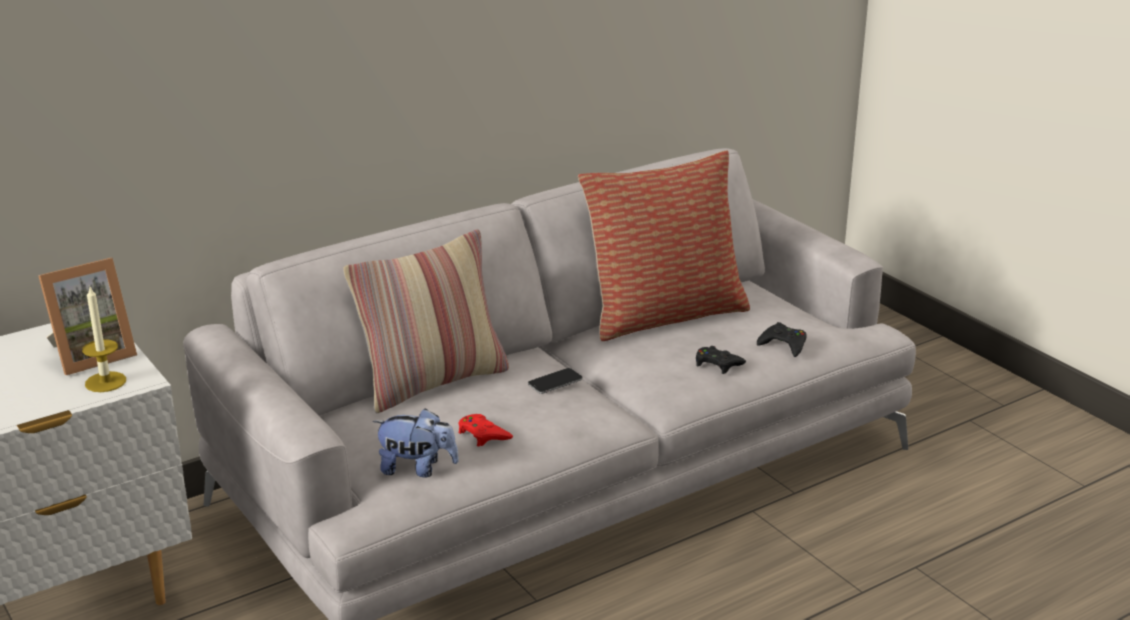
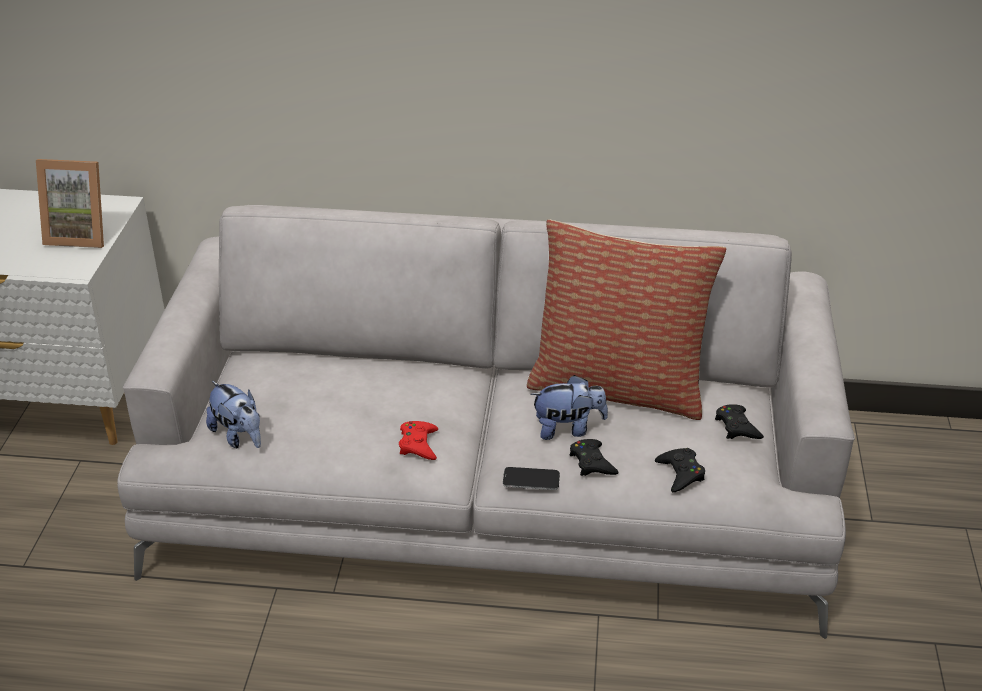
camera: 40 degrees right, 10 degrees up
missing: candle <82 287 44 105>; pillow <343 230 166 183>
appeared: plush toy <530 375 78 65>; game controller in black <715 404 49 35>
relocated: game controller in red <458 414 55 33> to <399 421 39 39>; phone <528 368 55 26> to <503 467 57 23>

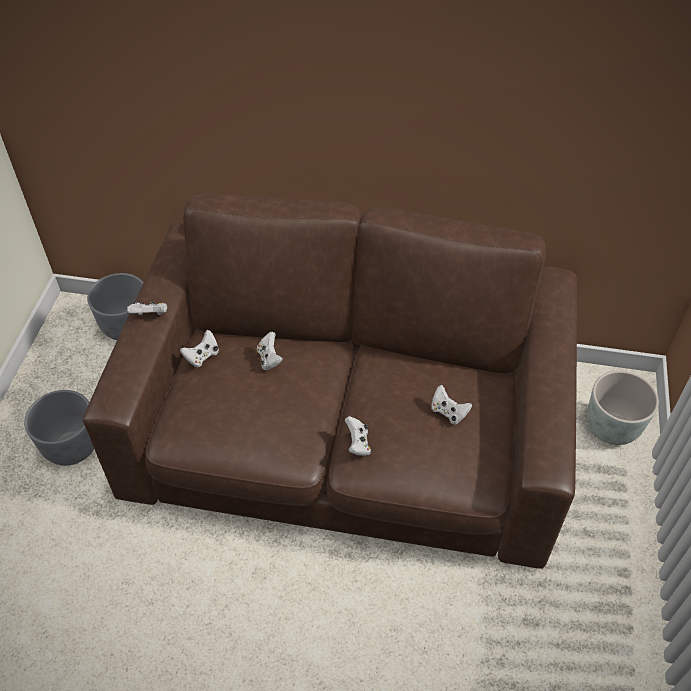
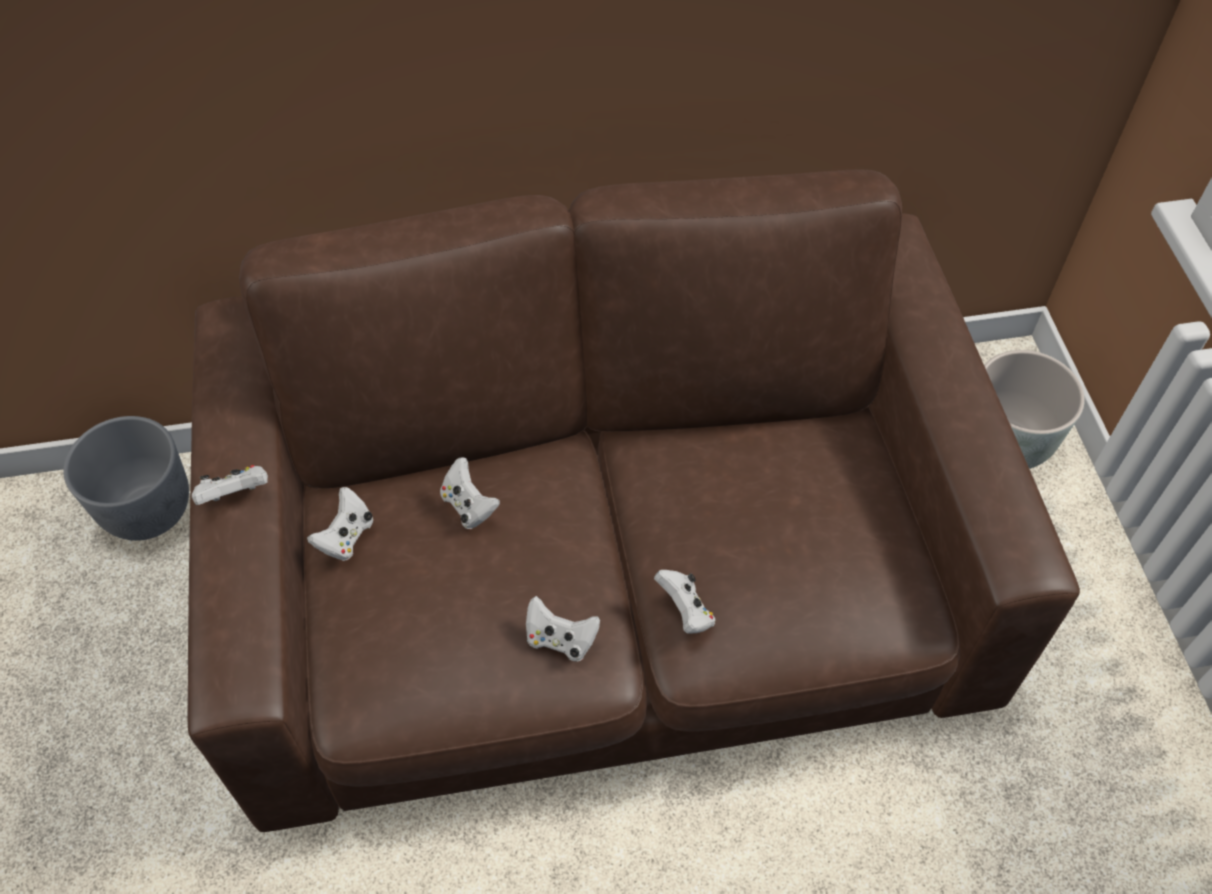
camera: 20 degrees left, 5 degrees up
missing: planter in grey <24 390 70 76>
relocated: game controller in white <431 385 41 39> to <526 596 74 66>

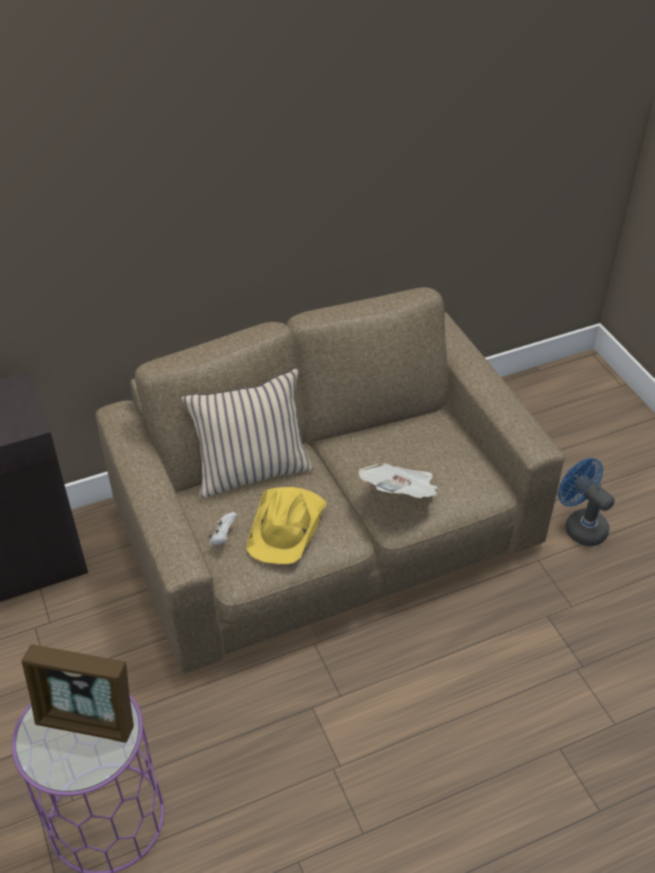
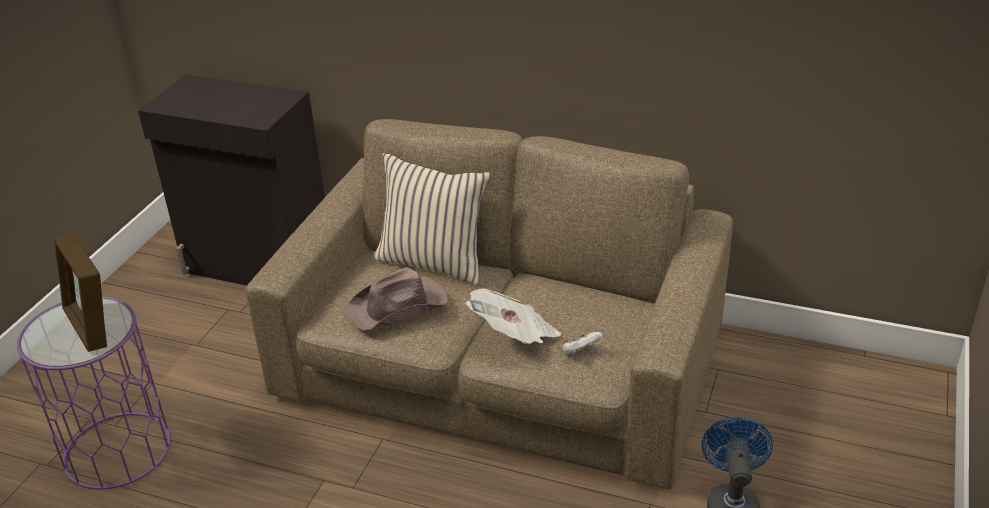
camera: 45 degrees right, 10 degrees down
relocated: game controller in white <209 512 29 33> to <563 332 40 23>
colour: hat in yellow <246 487 81 77> to hat in brown <346 267 102 64>

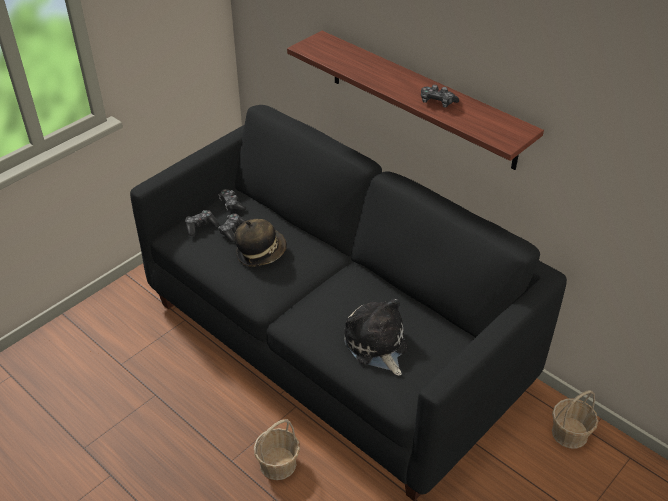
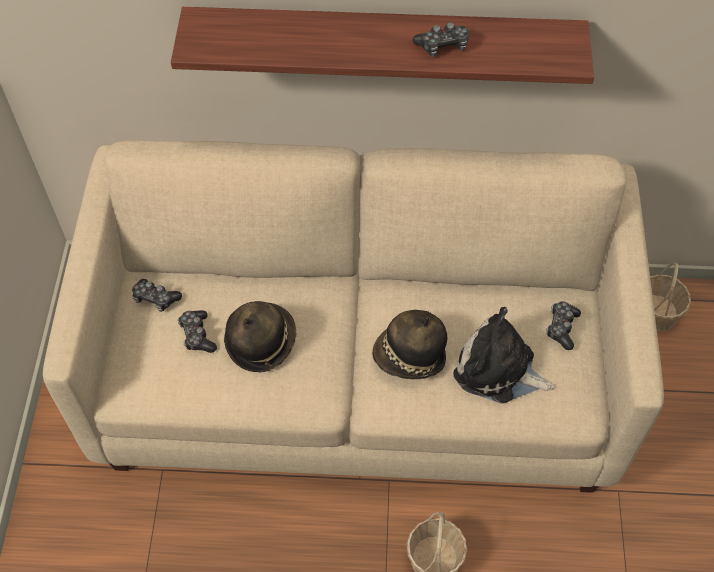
camera: 40 degrees left, 15 degrees up
appeared: hat <372 310 75 70>
relocated: game controller <185 210 34 26> to <546 301 35 49>
colour: sofa in black <130 105 437 396> to sofa in beige <43 140 621 353>

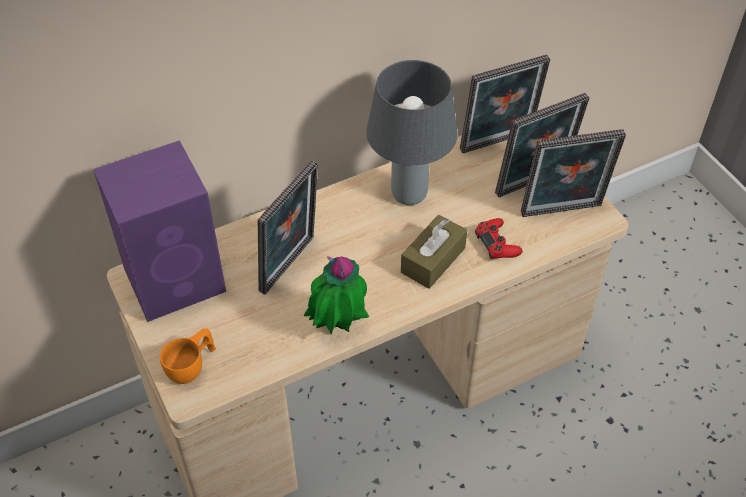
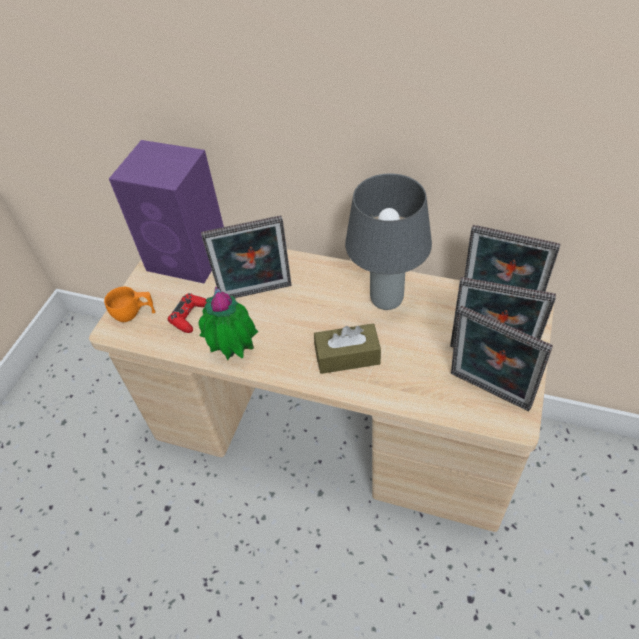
camera: 50 degrees right, 0 degrees up
relocated: game controller in red <475 218 48 42> to <168 293 39 40>

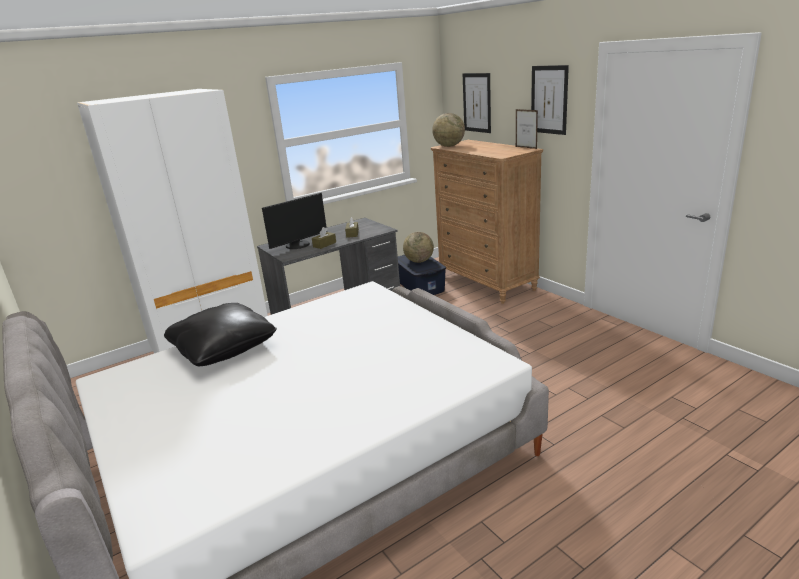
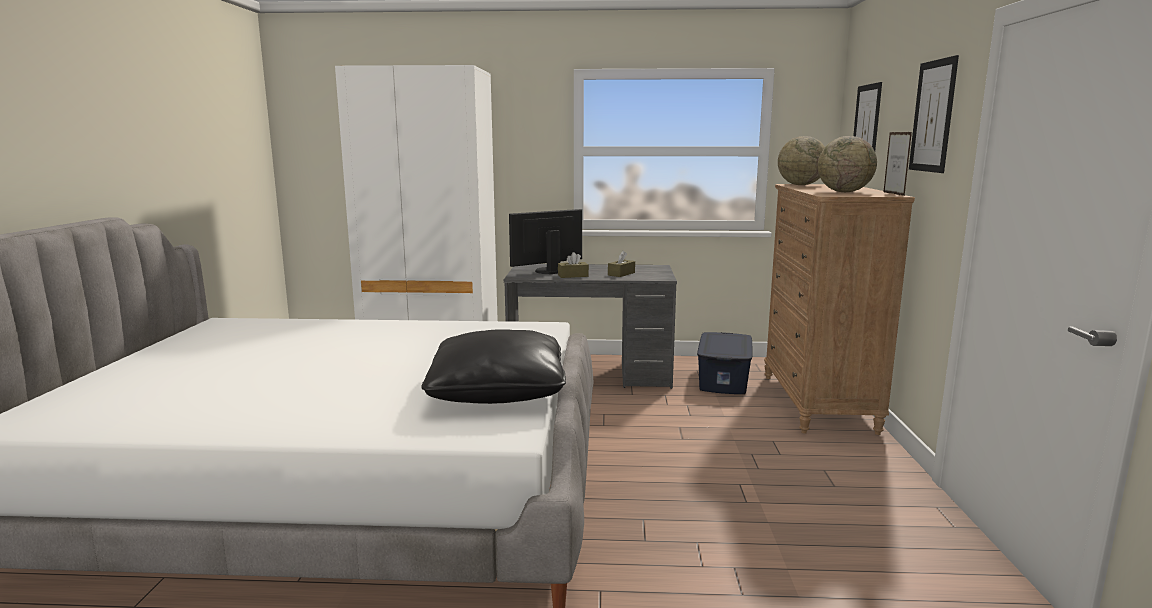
camera: 35 degrees right, 10 degrees down
relocated: pillow in black <164 303 113 63> to <421 329 145 75>; globe <403 232 31 31> to <818 136 59 56>
spun: monitor <262 193 65 56> = <509 209 73 65> 150 degrees clockwise

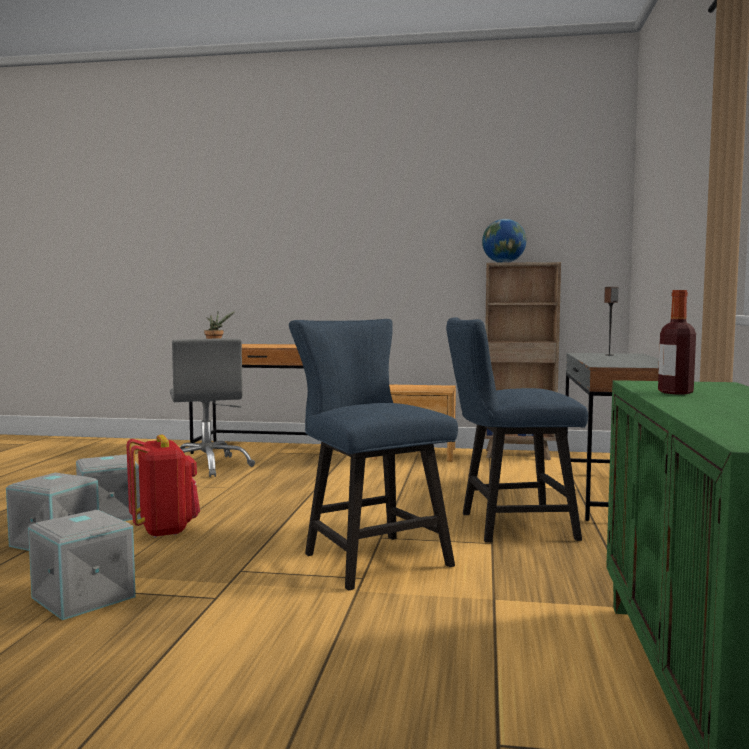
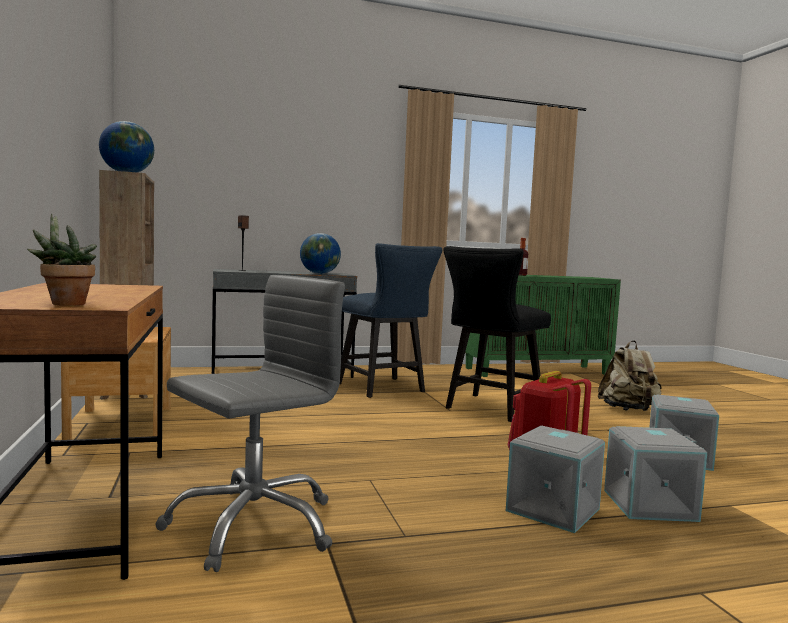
camera: 115 degrees left, 0 degrees up
appeared: globe <300 233 41 41>; backpack in beige <598 341 64 70>
colour: chair in blue <289 319 169 272> to chair in black <443 246 108 176>

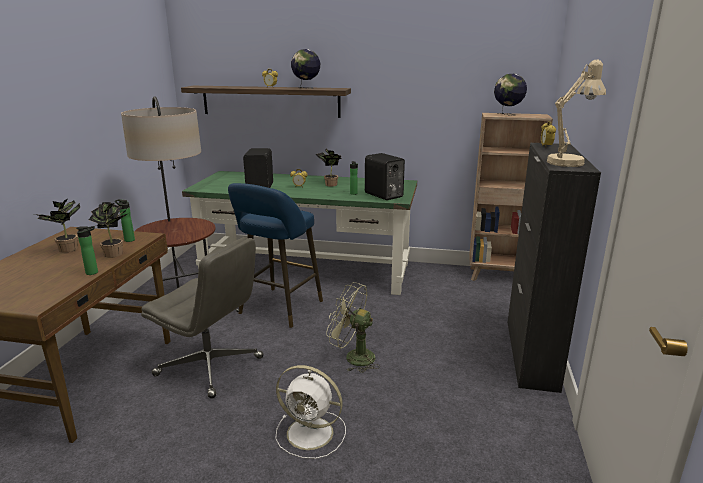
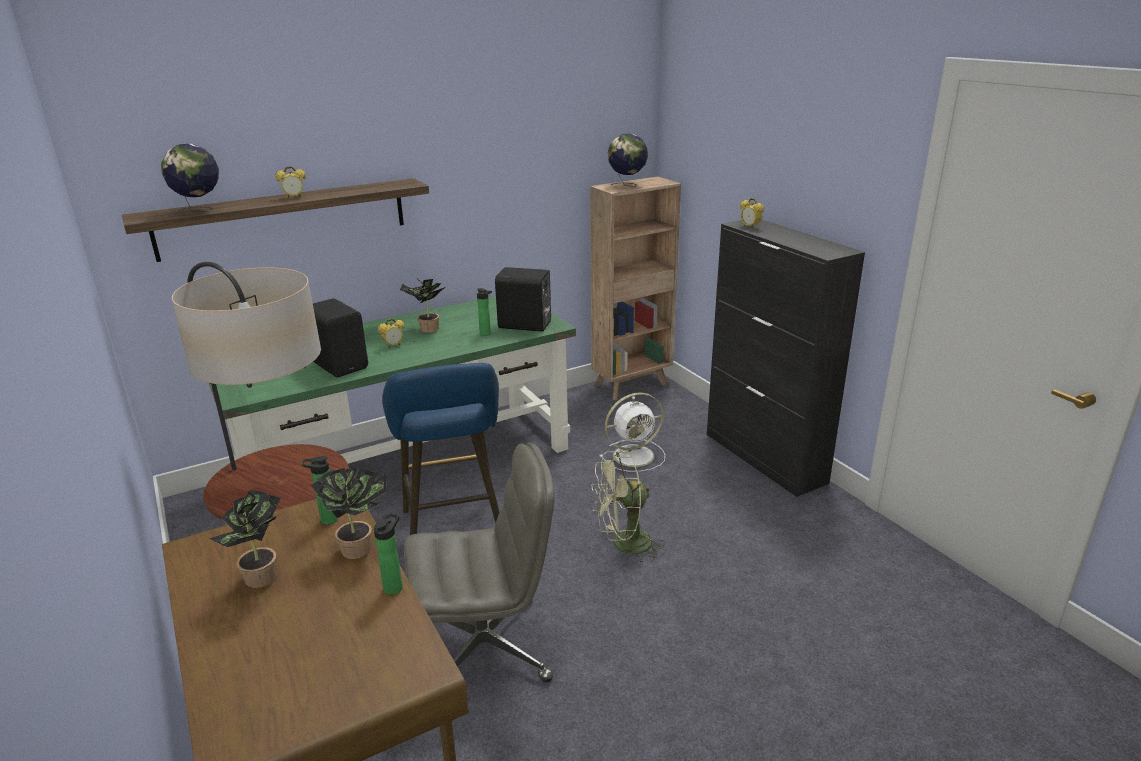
camera: 40 degrees left, 5 degrees up
missing: table lamp in beige <547 60 59 107>
relocated: fan in white <275 365 71 94> to <600 393 65 79>; globe <291 49 29 40> to <161 144 58 68>

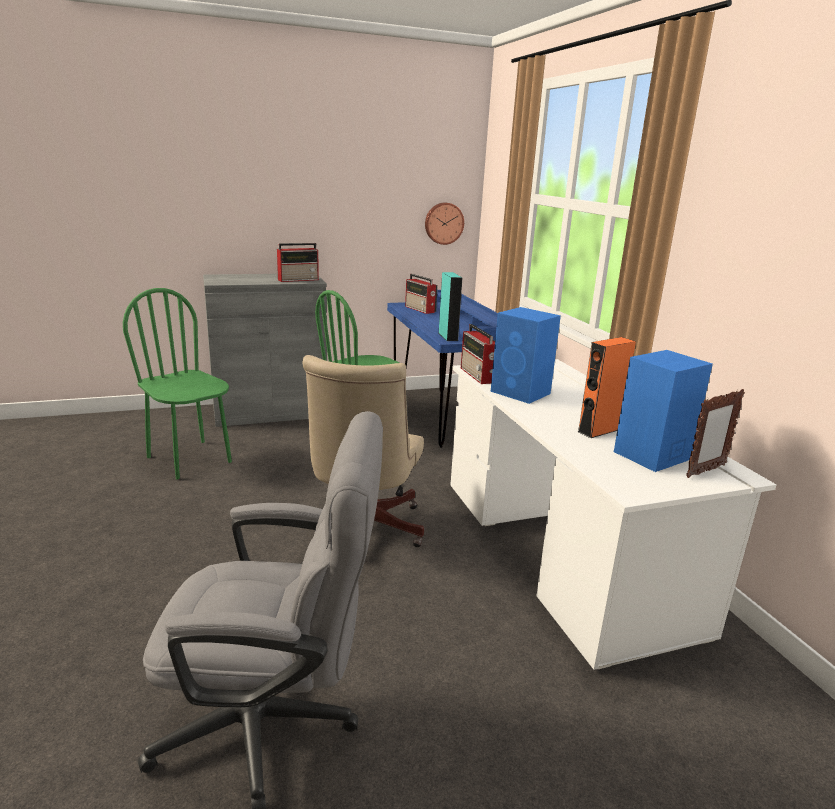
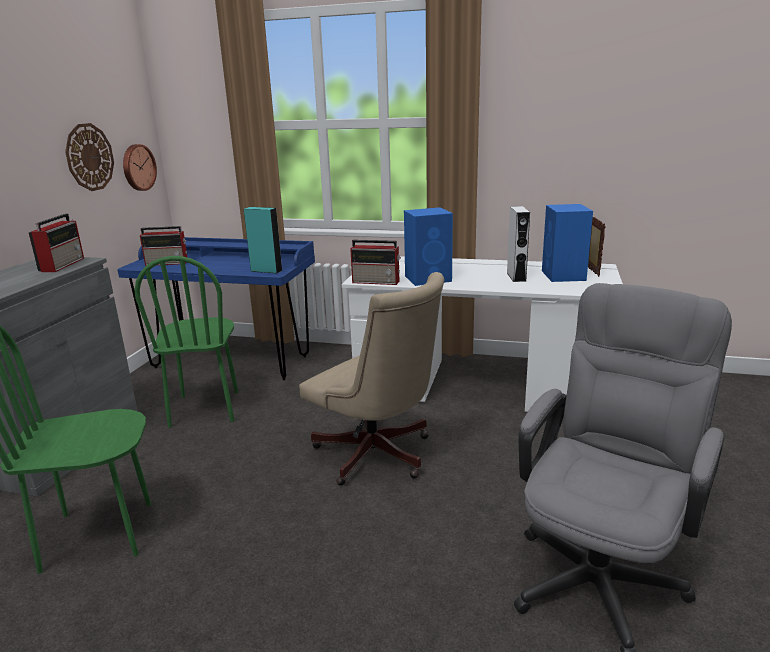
camera: 55 degrees left, 0 degrees up
appeared: wall clock <65 123 49 68>
colour: speaker in orange <578 337 58 101> to speaker in white <507 206 23 76>

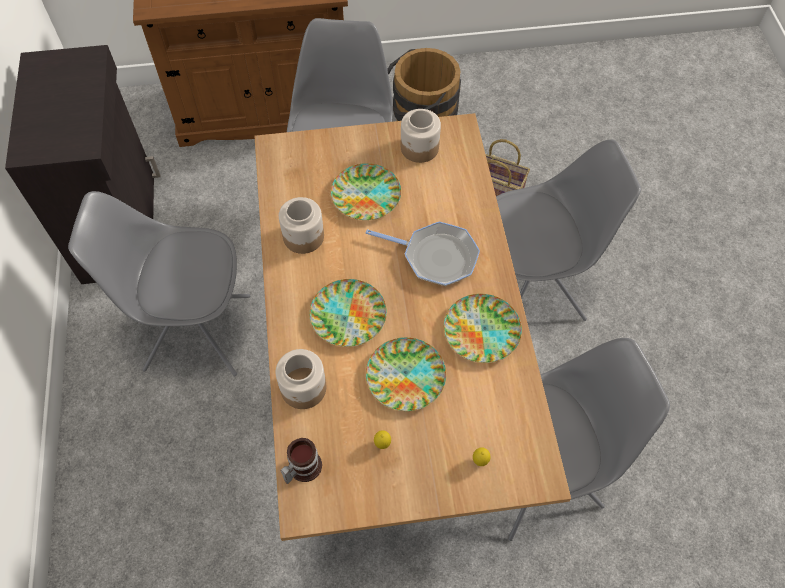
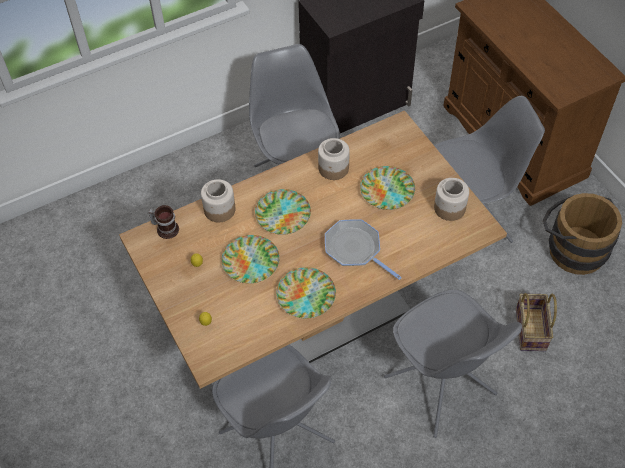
camera: 70 degrees right, 5 degrees down
spun: frying pan <366 221 114 65> = <325 219 77 61> 135 degrees clockwise

